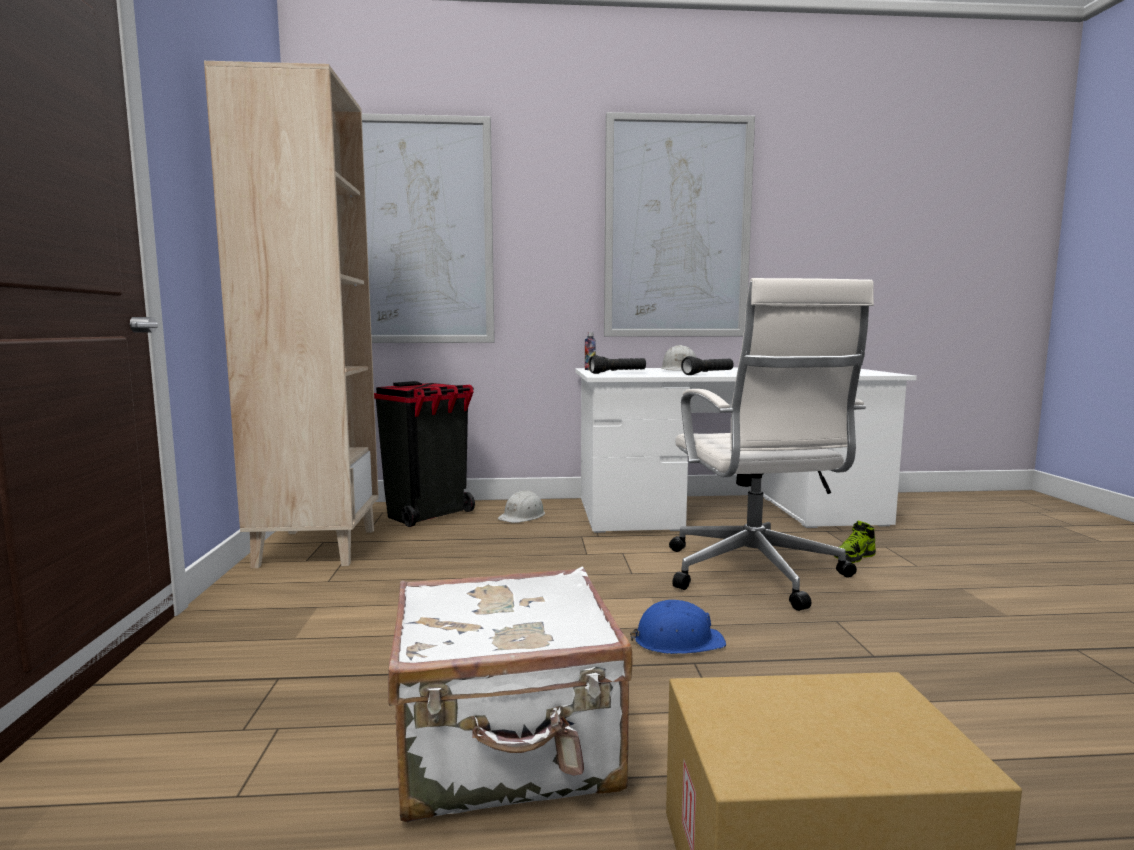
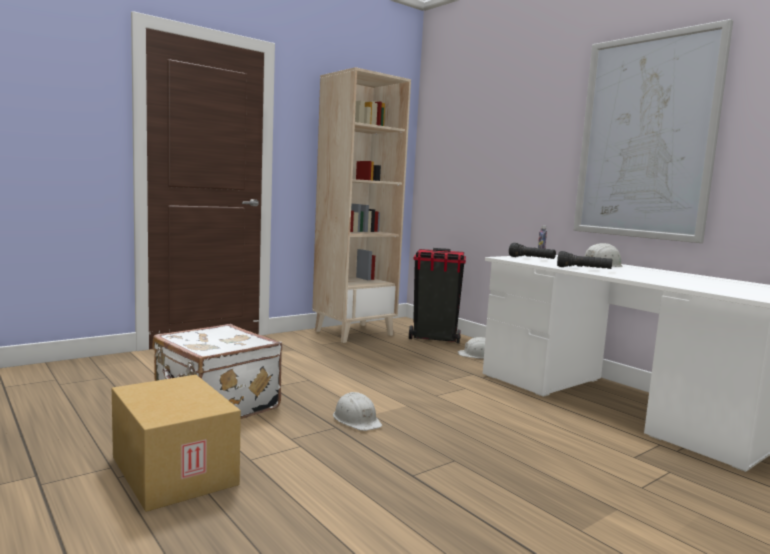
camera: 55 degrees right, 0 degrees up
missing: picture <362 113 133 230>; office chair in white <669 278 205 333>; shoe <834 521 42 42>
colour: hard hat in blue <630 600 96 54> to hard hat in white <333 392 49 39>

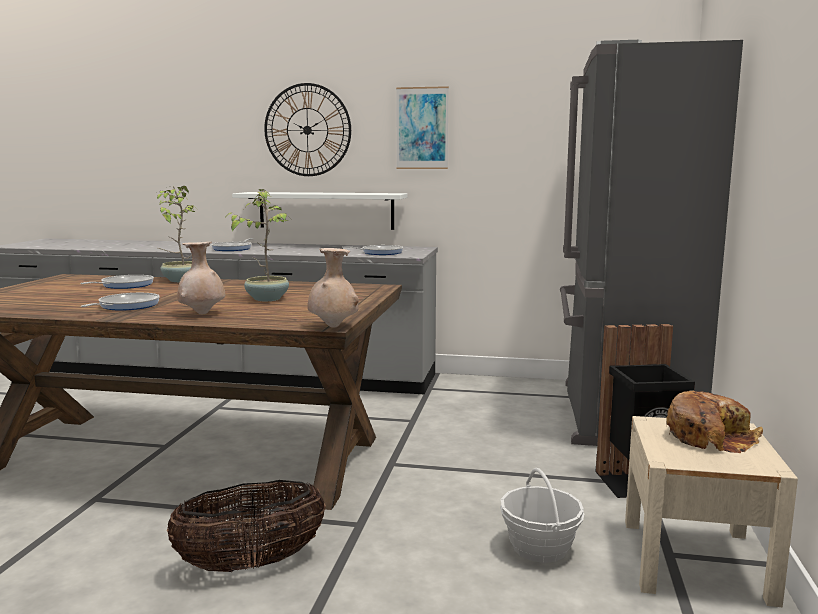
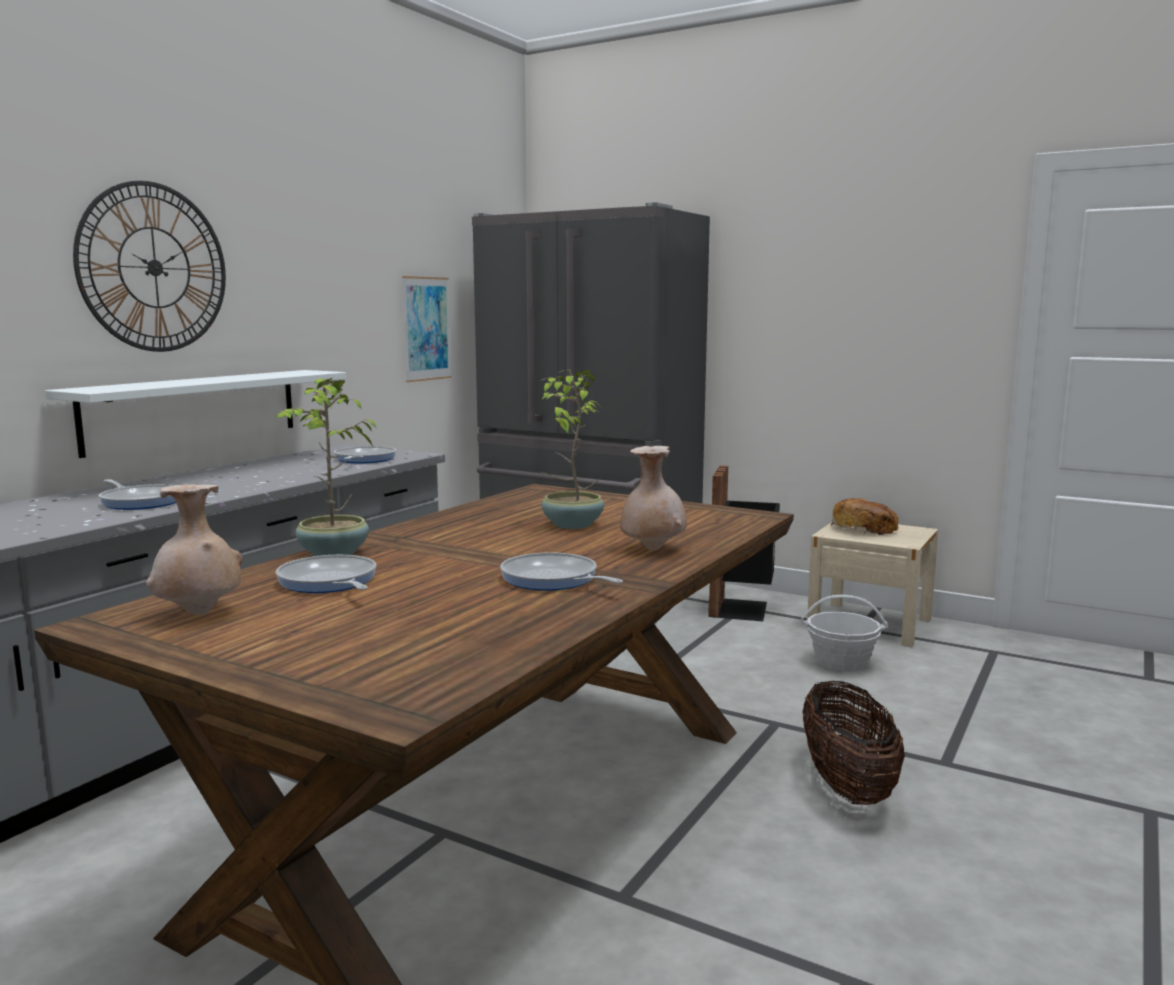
camera: 70 degrees left, 0 degrees up
relocated: vase in beige <307 248 52 80> to <146 484 96 131>; picture <396 86 53 83> to <402 276 49 106>

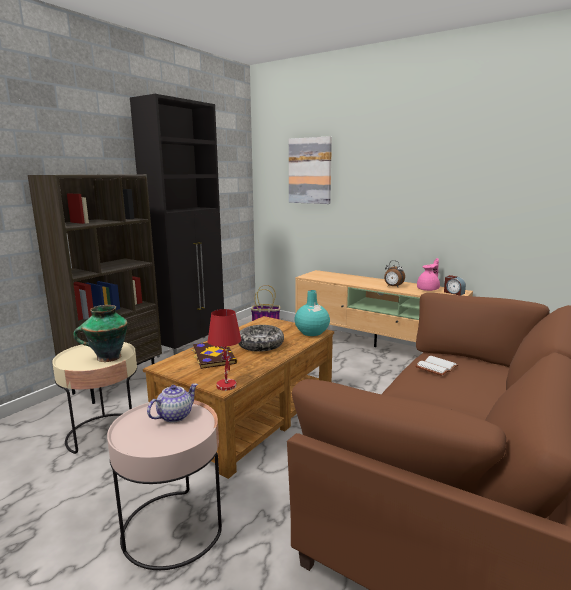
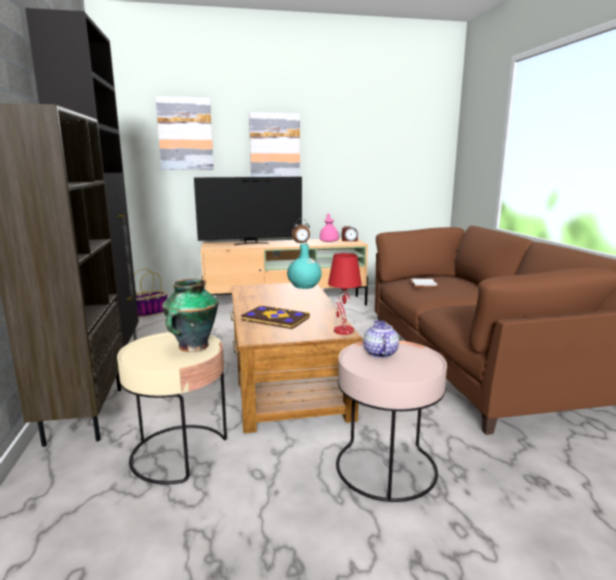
camera: 45 degrees left, 0 degrees up
missing: bowl <238 325 46 27>
appeared: television <194 177 108 68>; picture <249 112 51 65>

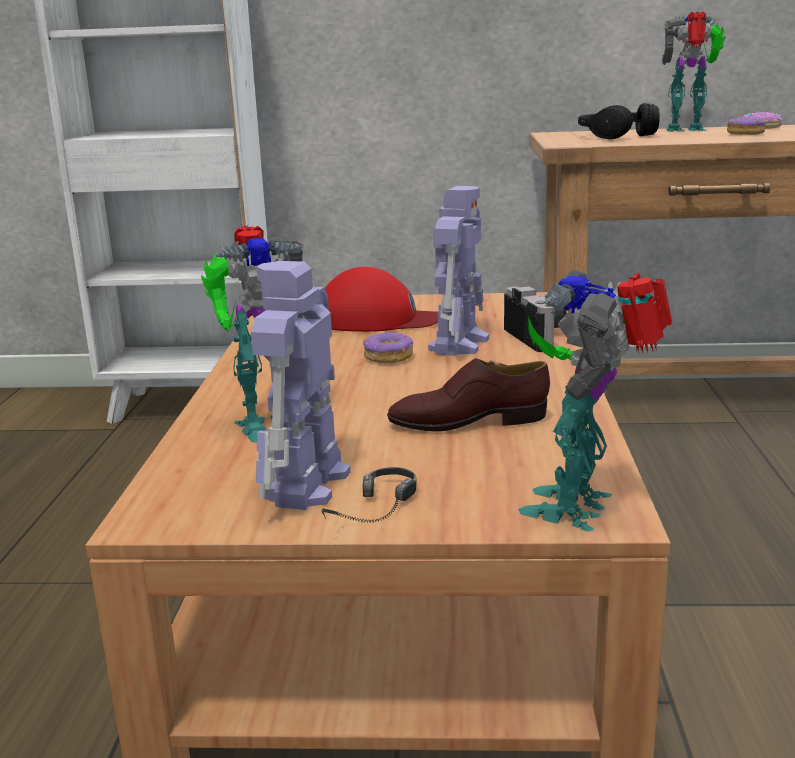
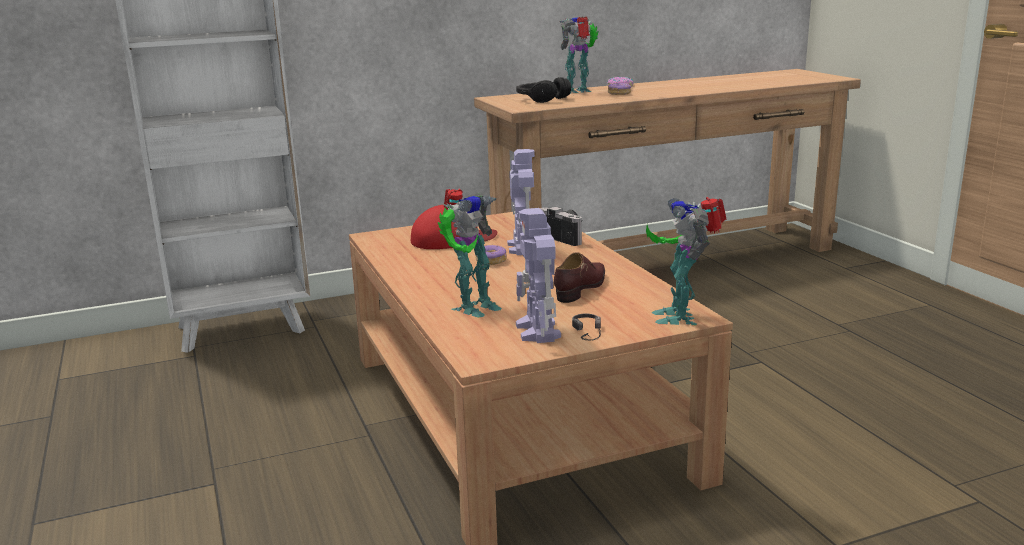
camera: 25 degrees left, 0 degrees up
spun: shoe in brown <387 358 163 74> = <554 252 51 51> 150 degrees clockwise

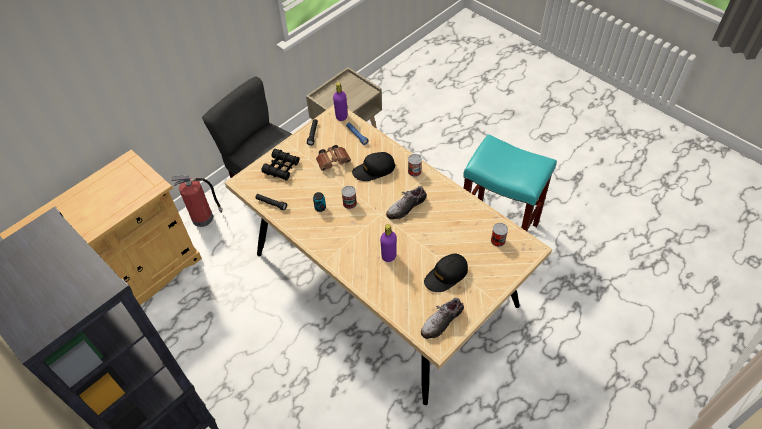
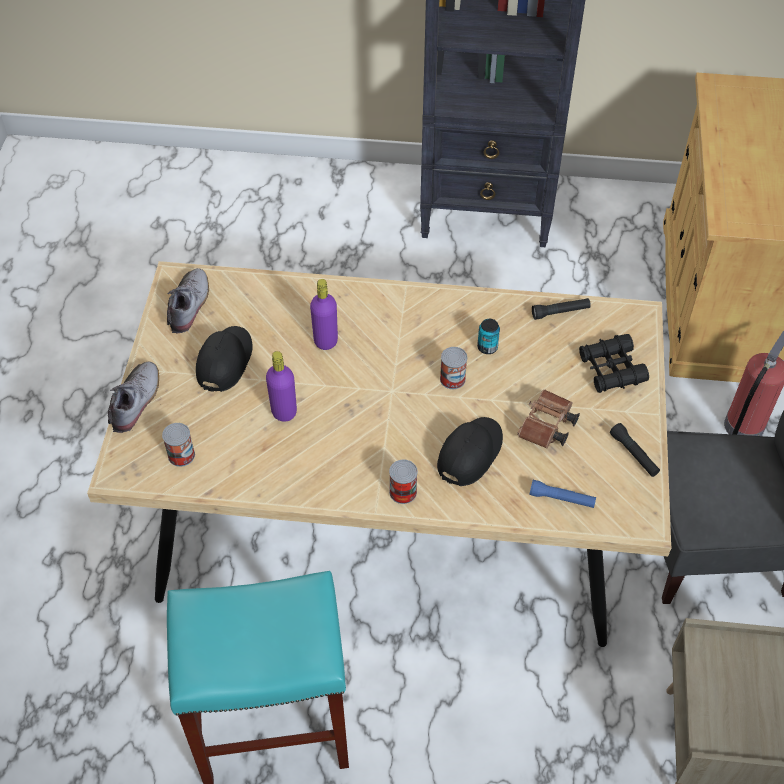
camera: 140 degrees right, 0 degrees up
relocated: bottle in purple <333 82 15 39> to <266 351 31 71>; shoe <386 186 41 34> to <108 362 51 71>

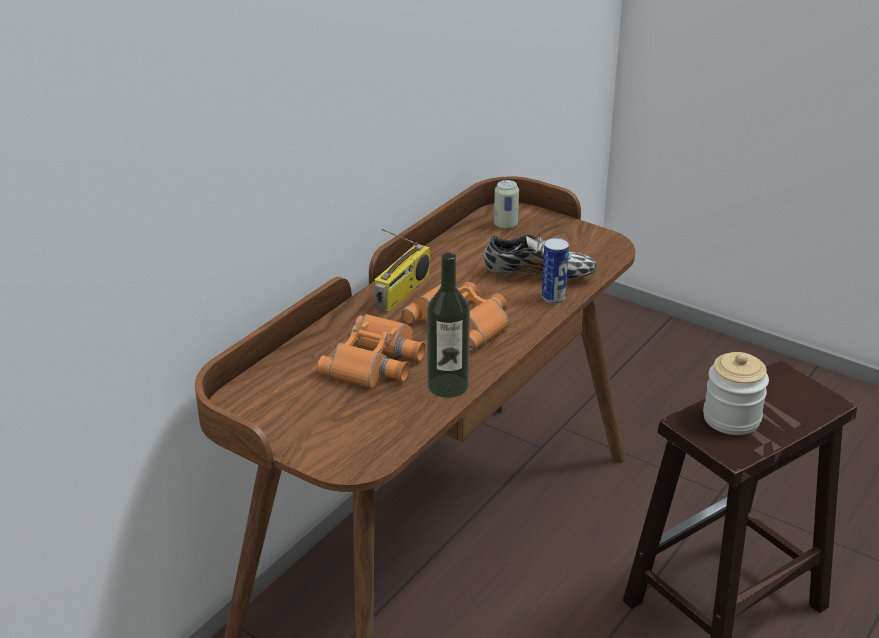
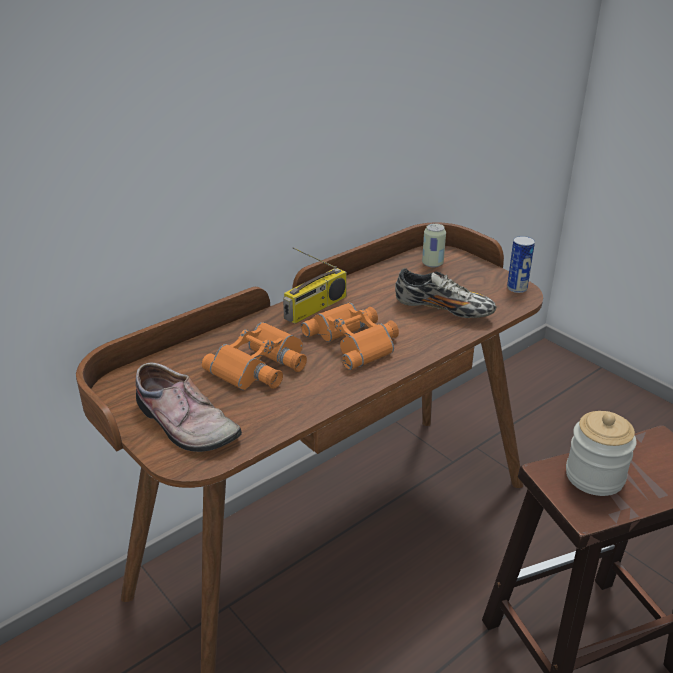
camera: 15 degrees right, 0 degrees up
missing: bottle <427 252 43 146>
appeared: shoe <135 363 107 89>
relocated: can <542 238 27 66> to <507 236 28 57>

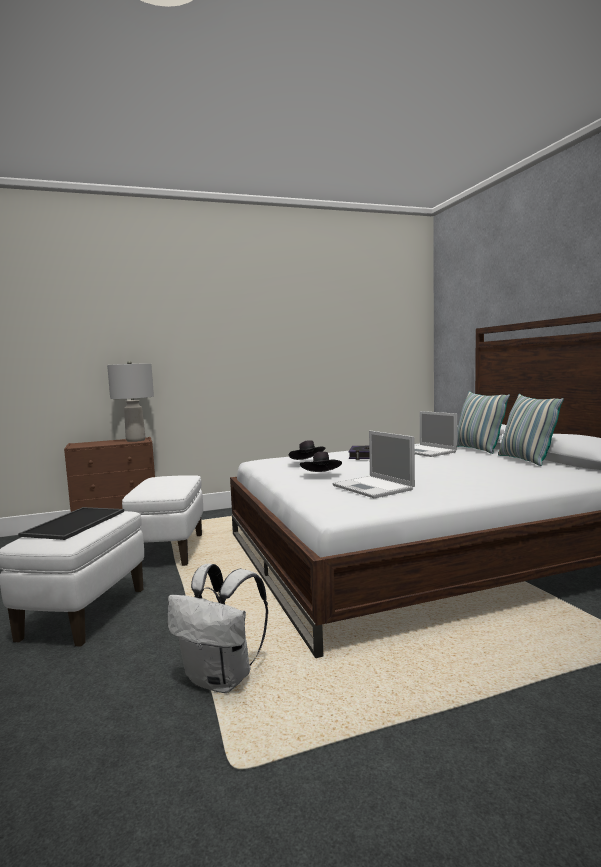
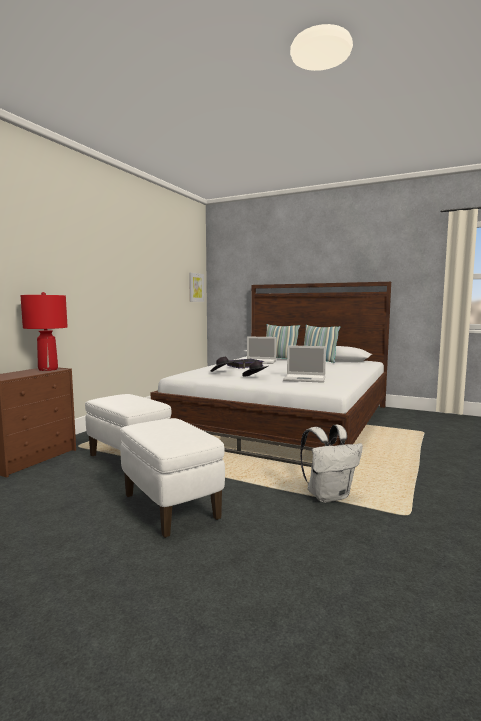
camera: 45 degrees left, 0 degrees up
missing: tray <18 507 106 33>
appeared: picture <189 273 15 29>
colour: table lamp in grey <107 361 47 81> to table lamp in red <20 292 48 79>

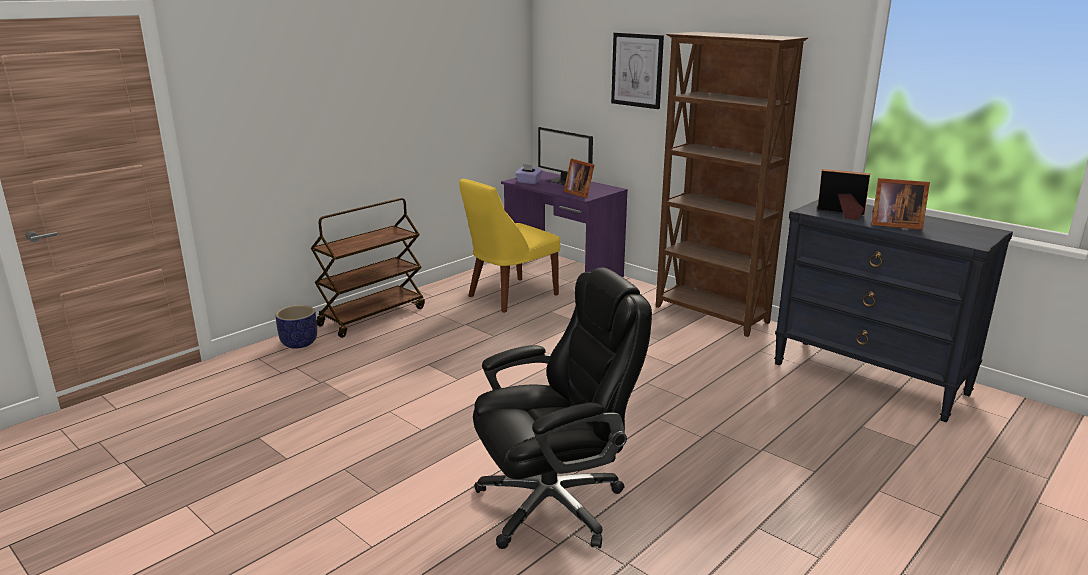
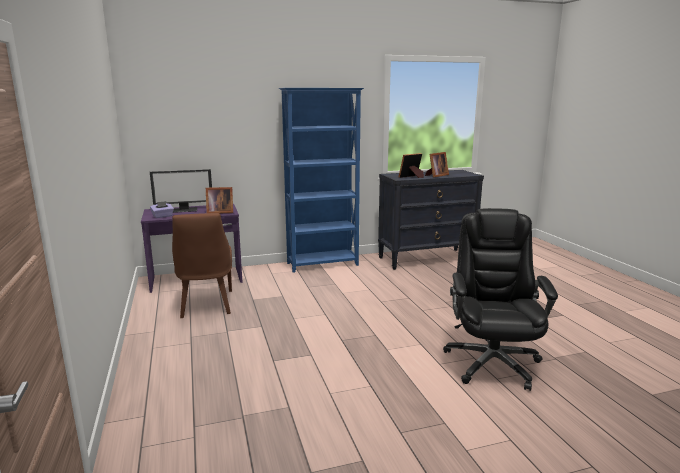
camera: 60 degrees left, 5 degrees down
missing: planter <275 305 42 44>; cart in brown <311 198 114 140>; picture <611 33 53 76>
colour: chair in yellow <459 178 101 135> to chair in brown <172 213 60 105>; bookcase in brown <656 32 152 305> to bookcase in blue <279 88 85 185>

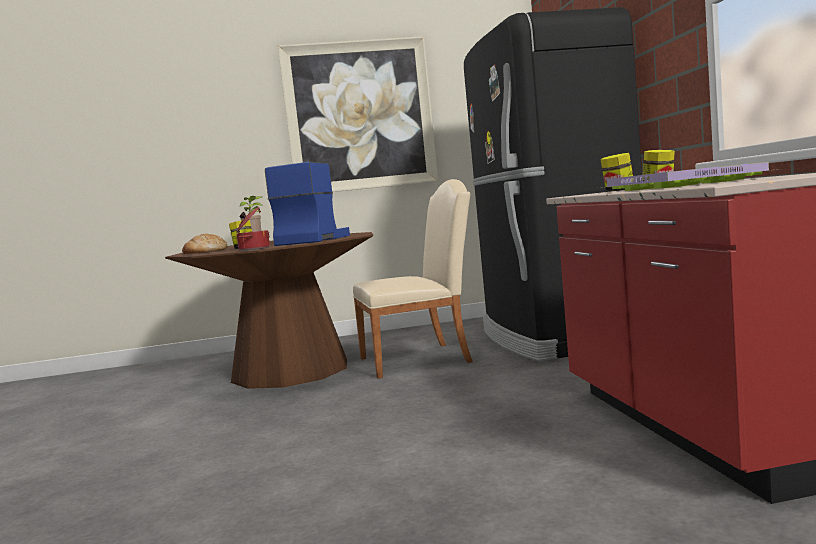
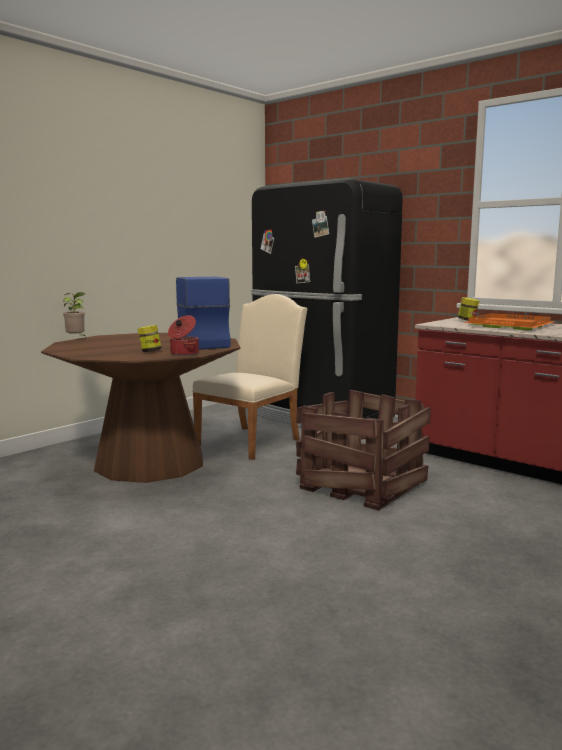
camera: 40 degrees left, 5 degrees up
missing: bread <182 234 46 20>; picture <278 36 160 156>; jar <601 153 32 38>
appeared: crate <296 390 135 121>
colour: tray in purple <601 162 178 29> to tray in orange <463 313 93 17>

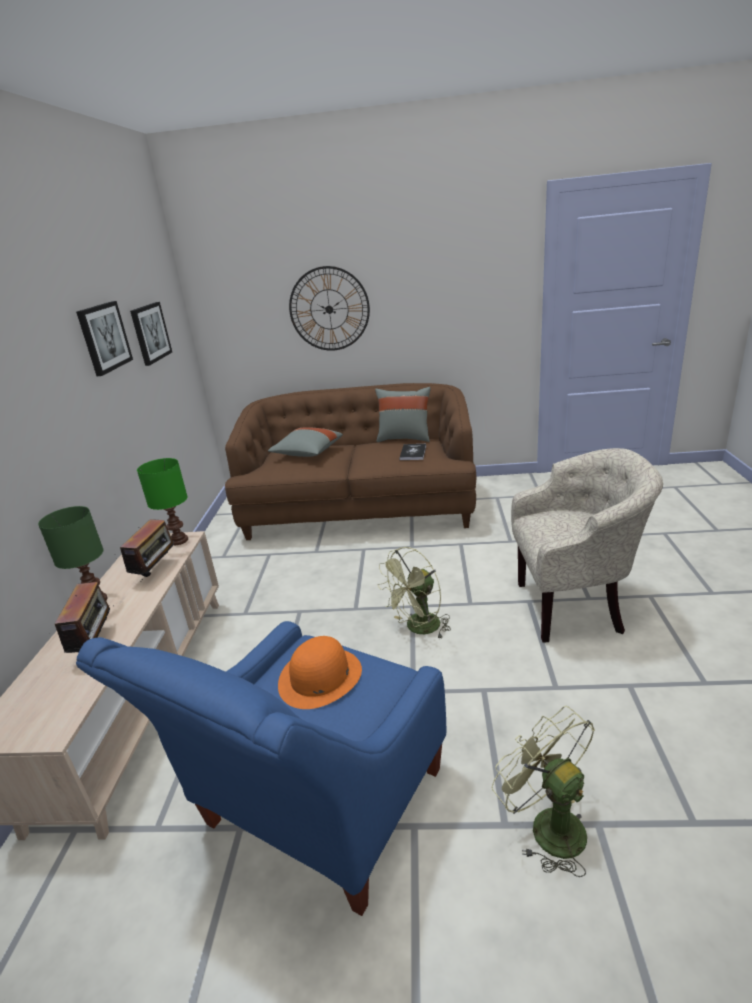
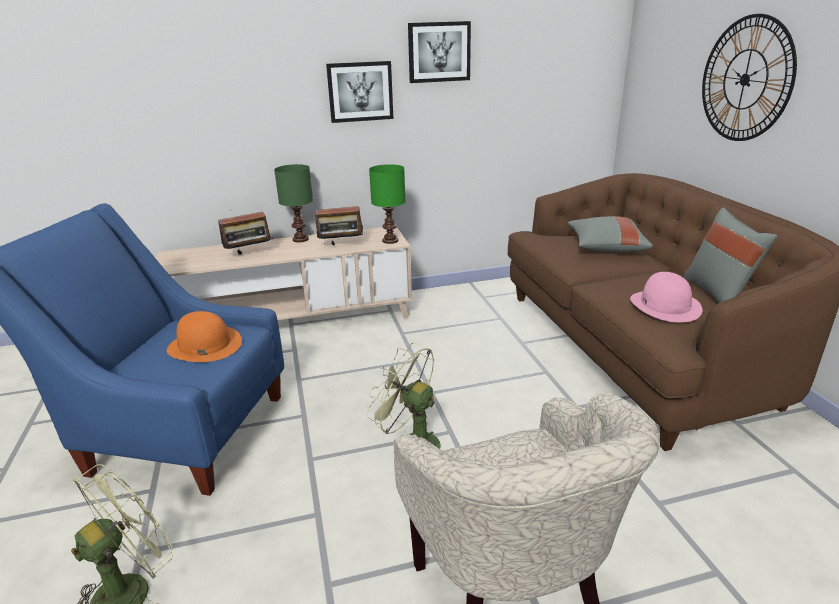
camera: 70 degrees right, 0 degrees up
relocated: picture <130 302 42 64> to <326 61 67 62>
exchanged: book <399 444 27 16> to hat in pink <630 272 72 50>

